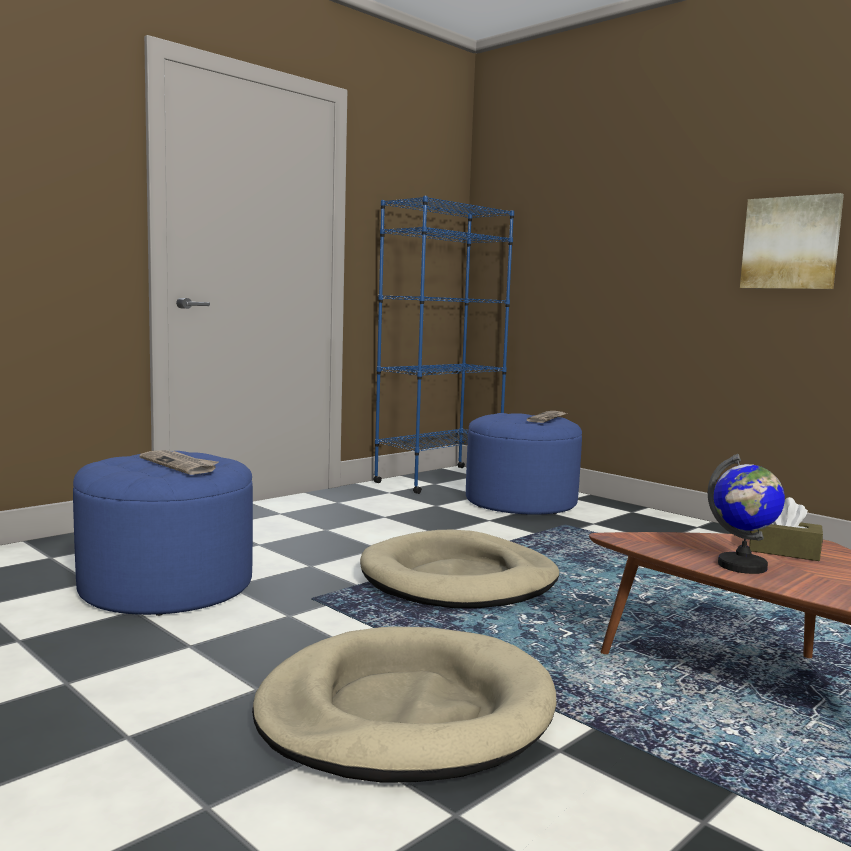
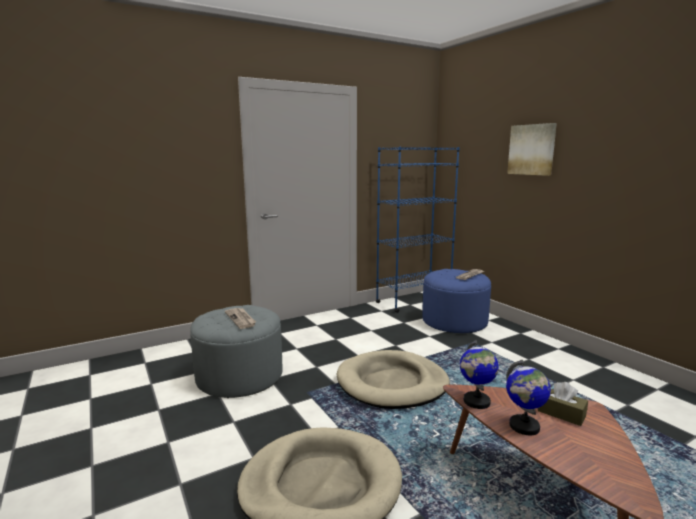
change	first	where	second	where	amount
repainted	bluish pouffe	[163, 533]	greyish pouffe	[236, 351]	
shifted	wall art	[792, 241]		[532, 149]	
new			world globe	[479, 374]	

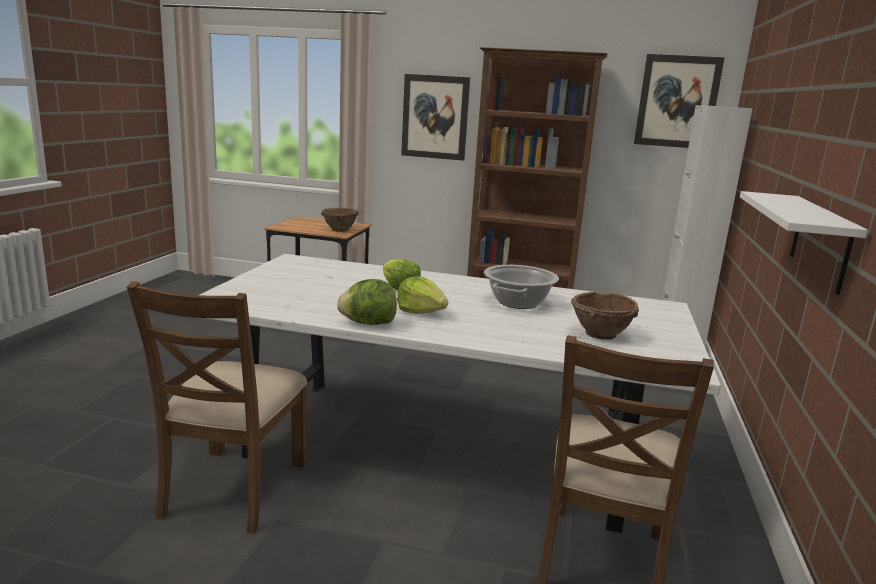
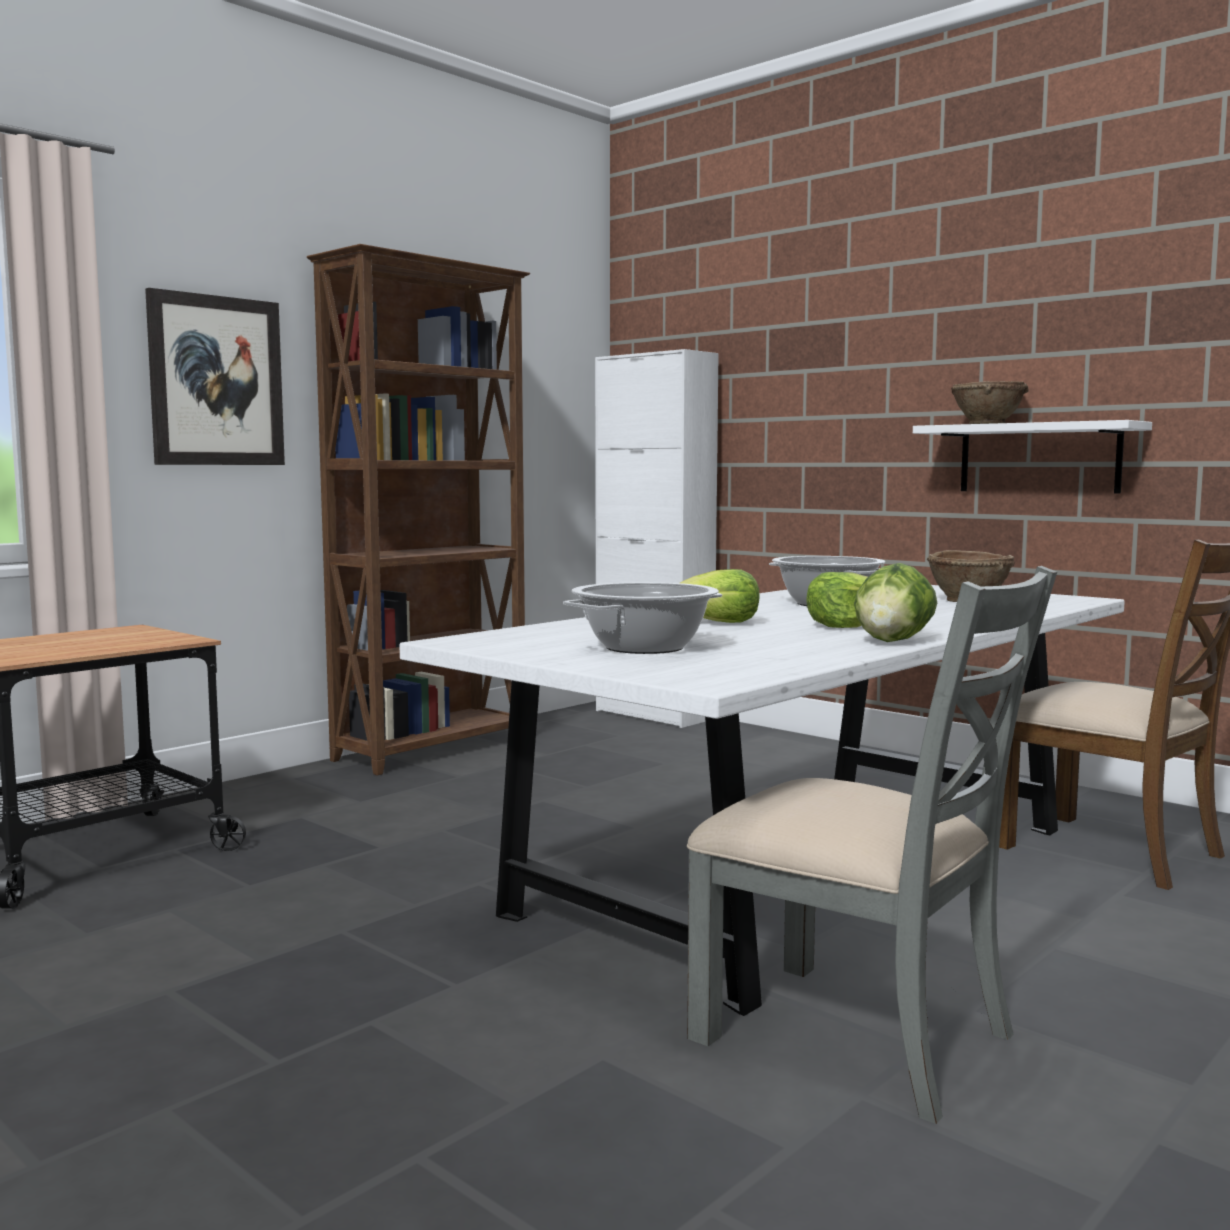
change	first	where	second	where	amount
repainted	brown-coloured plain chair	[217, 408]	greyish plain chair	[872, 845]	
shifted	brown-coloured serving bowl	[340, 220]		[990, 402]	
gone	wall art	[679, 101]			
new			stockpot	[642, 618]	

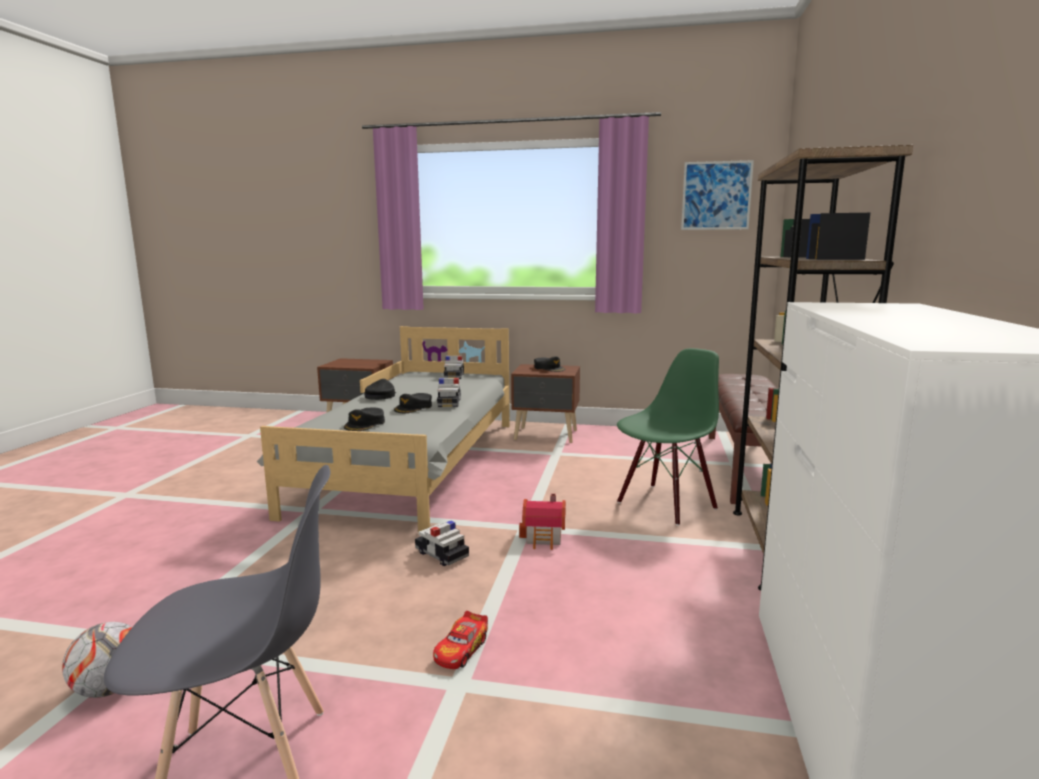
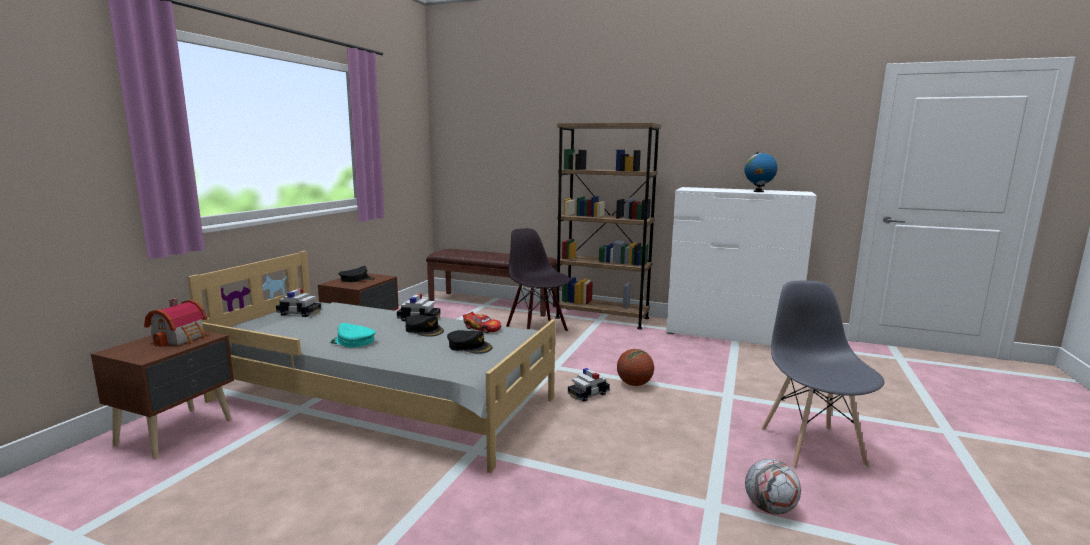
change	first	where	second	where	amount
repainted	blackish baseball cap	[380, 389]	blue-green baseball cap	[353, 335]	
shifted	toy car	[460, 640]		[482, 322]	
shifted	toy house	[542, 521]		[175, 322]	
repainted	green plain chair	[668, 437]	blackish plain chair	[538, 280]	
gone	wall art	[717, 195]			
new			ball for basketball	[635, 367]	
new			world globe	[761, 172]	

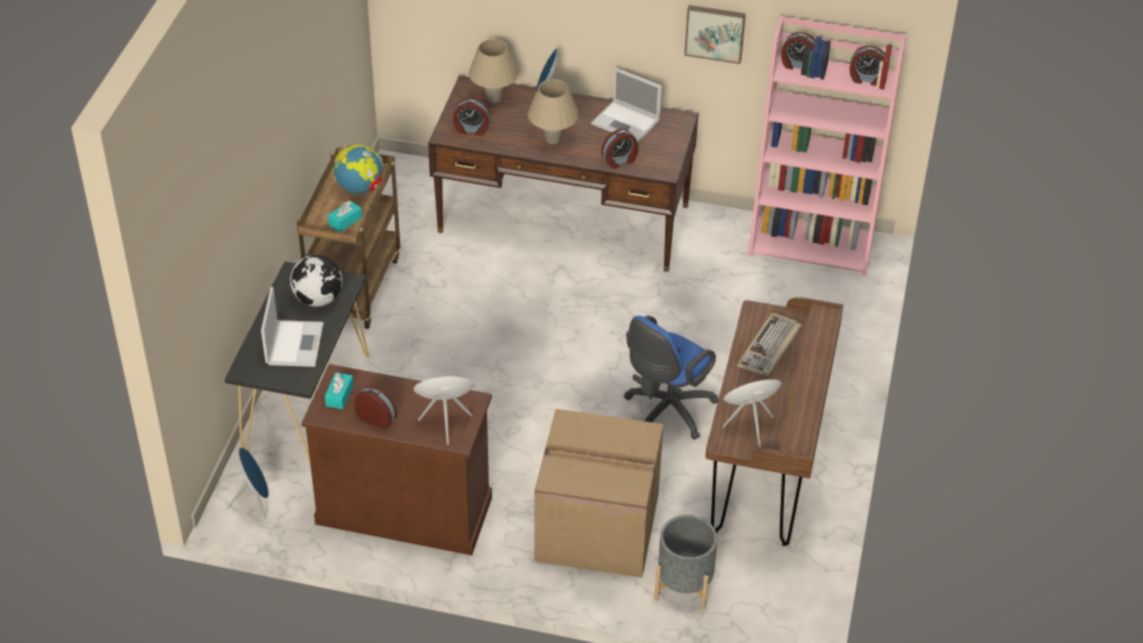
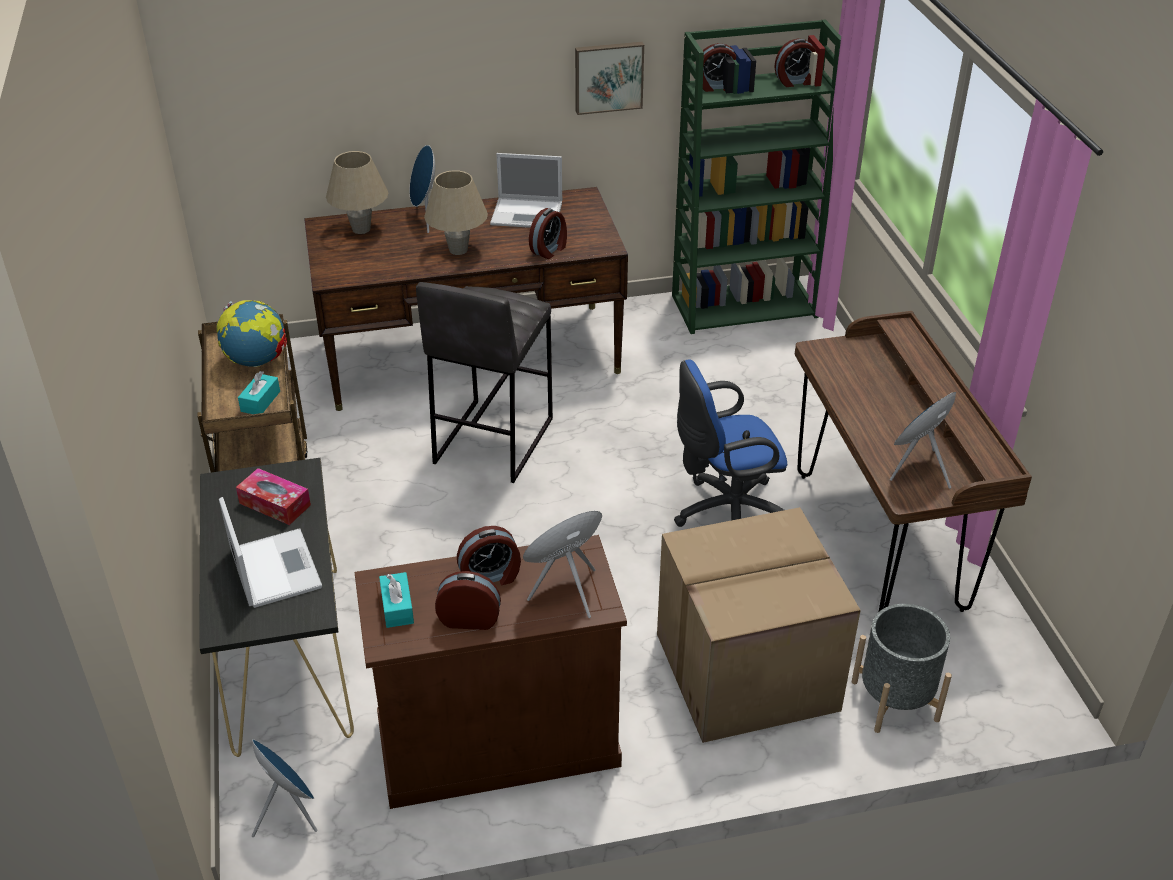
change	first	where	second	where	amount
swapped	world globe	[316, 281]	box of tissues	[273, 496]	
shifted	bedside clock	[471, 117]		[489, 555]	
rotated	bluish computer chair	[671, 378]		[730, 443]	60 degrees clockwise
gone	PC keyboard	[769, 344]			
repainted	pink-coloured bookcase	[827, 146]	green bookcase	[756, 176]	
new			greyish stool seat	[484, 382]	

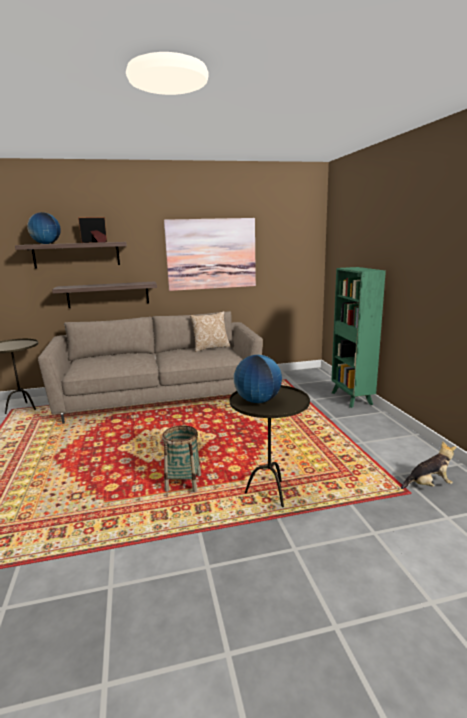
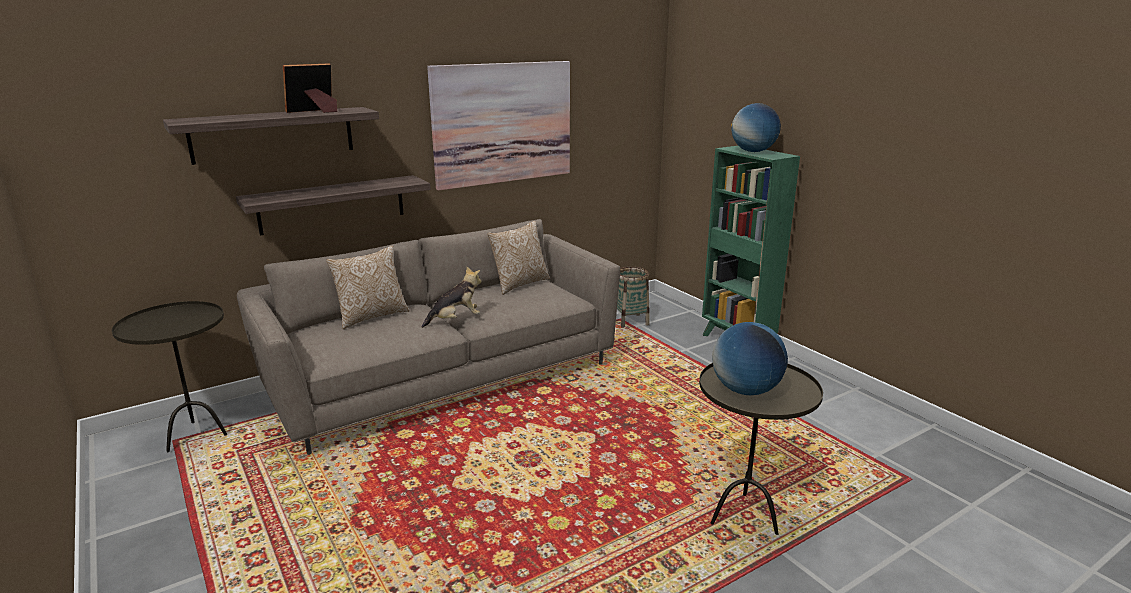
change	first	where	second	where	amount
shifted	world globe	[44, 228]		[756, 127]	
shifted	basket	[181, 458]		[633, 297]	
shifted	cuddly toy	[428, 465]		[452, 297]	
new			pillow	[368, 287]	

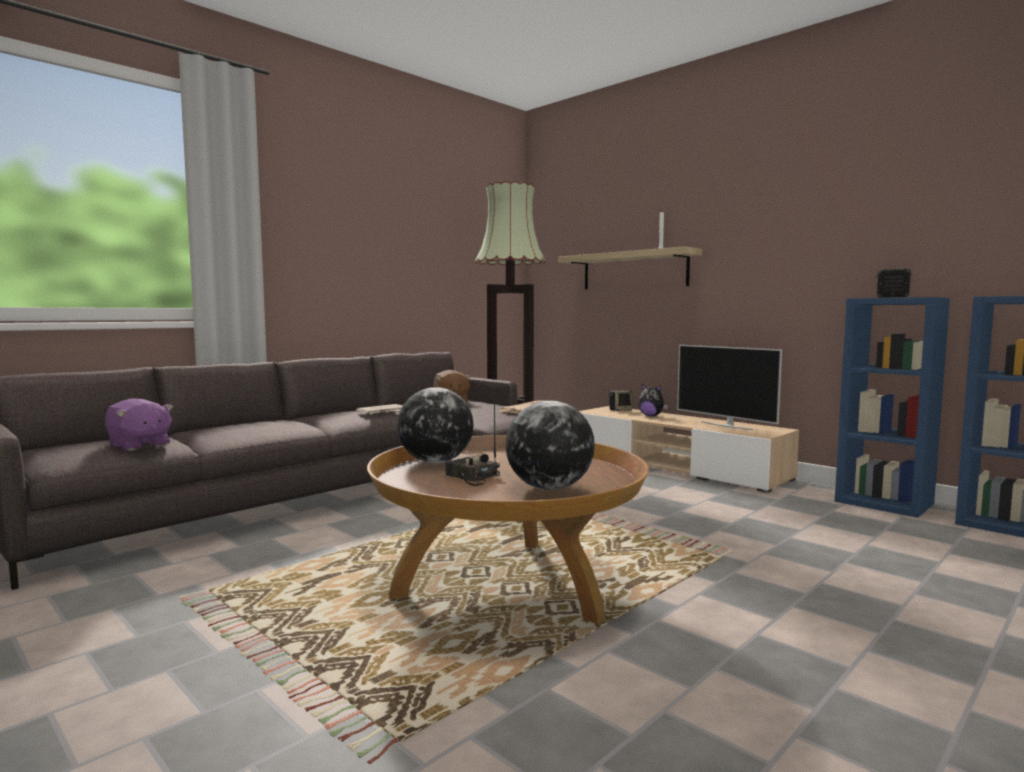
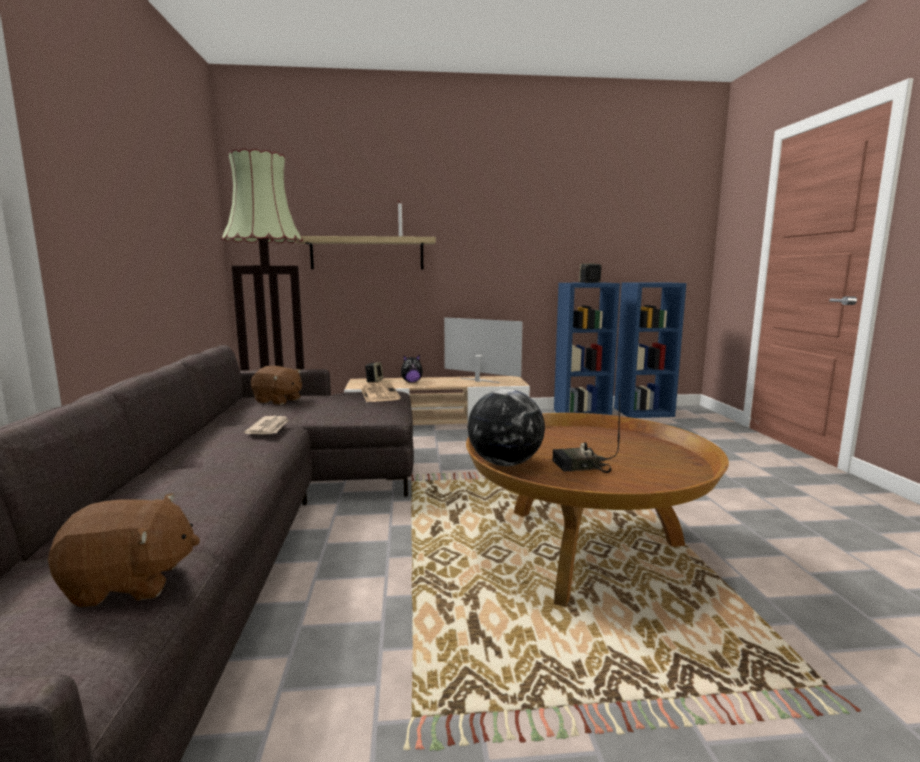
change	first	where	second	where	amount
repainted	purple-coloured cuddly toy	[139, 424]	brown-coloured cuddly toy	[124, 550]	
gone	world globe	[550, 445]			
rotated	television	[729, 387]		[483, 350]	150 degrees counterclockwise

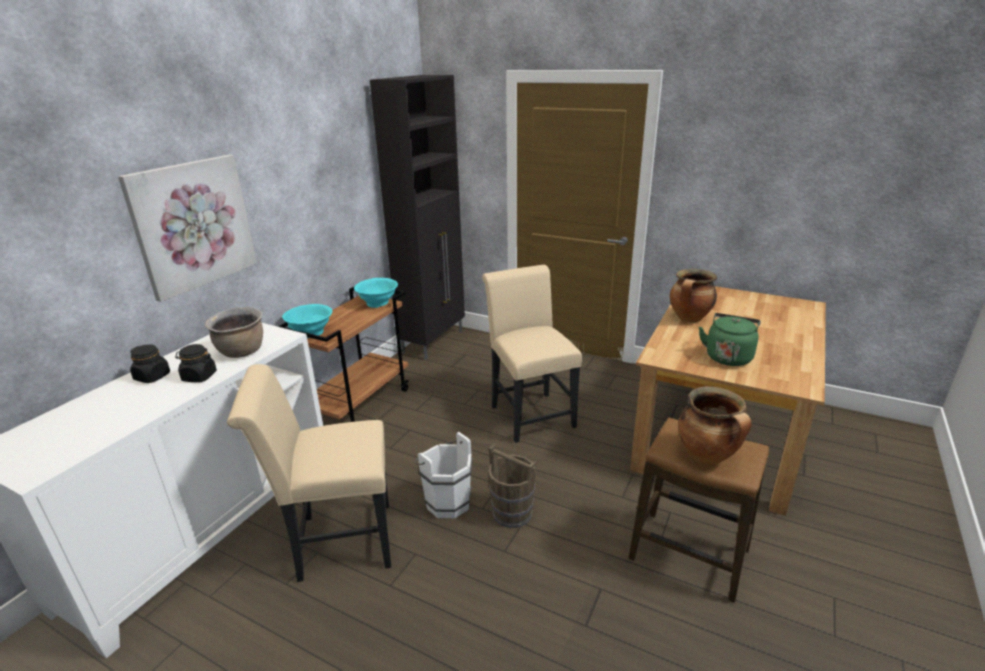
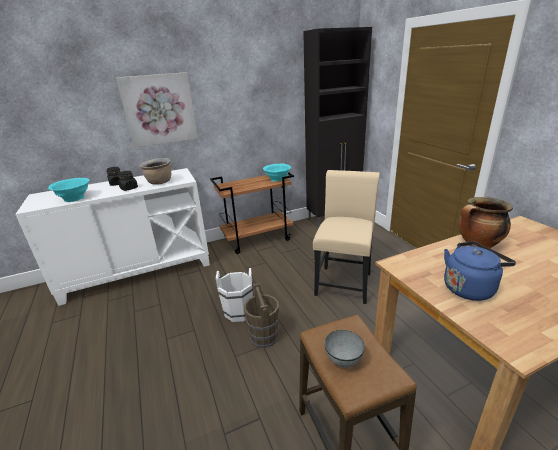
change	first	where	second	where	amount
gone	sand-coloured plain chair	[309, 473]			
shifted	blue-green serving bowl	[307, 321]		[68, 190]	
swapped	stockpot	[715, 425]	greyish serving bowl	[344, 349]	
repainted	green water kettle	[730, 339]	bluish water kettle	[480, 271]	

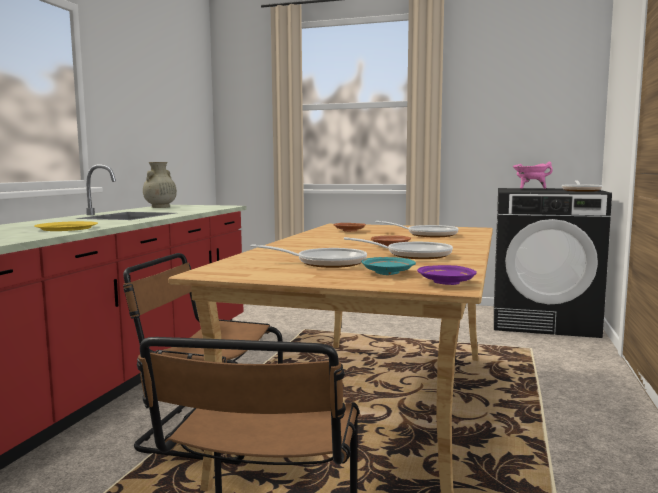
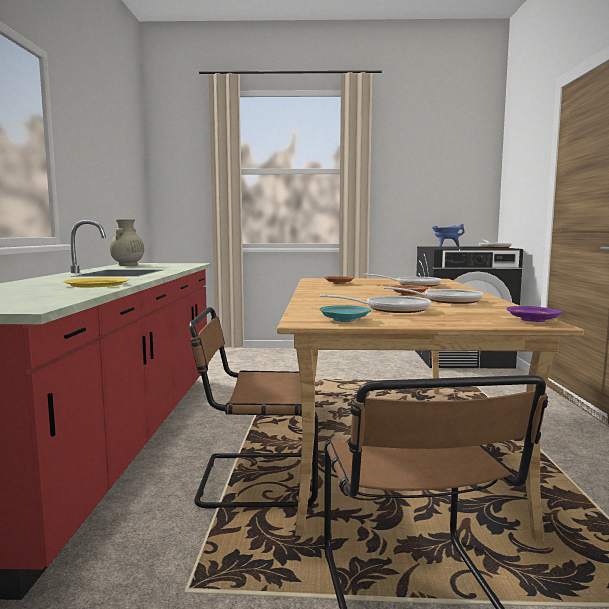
change	first	where	second	where	amount
shifted	blue-green dinner plate	[388, 266]		[345, 313]	
repainted	pink-coloured stockpot	[533, 175]	bluish stockpot	[448, 235]	

